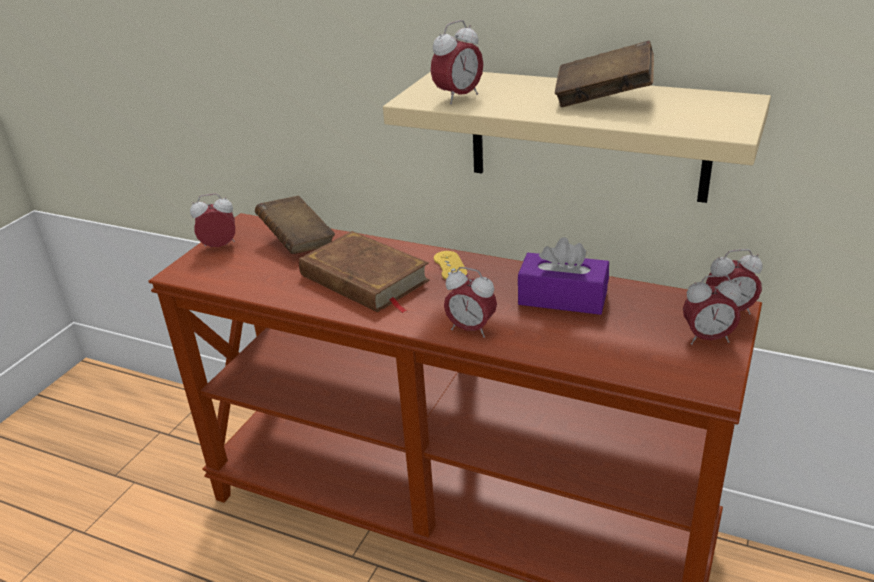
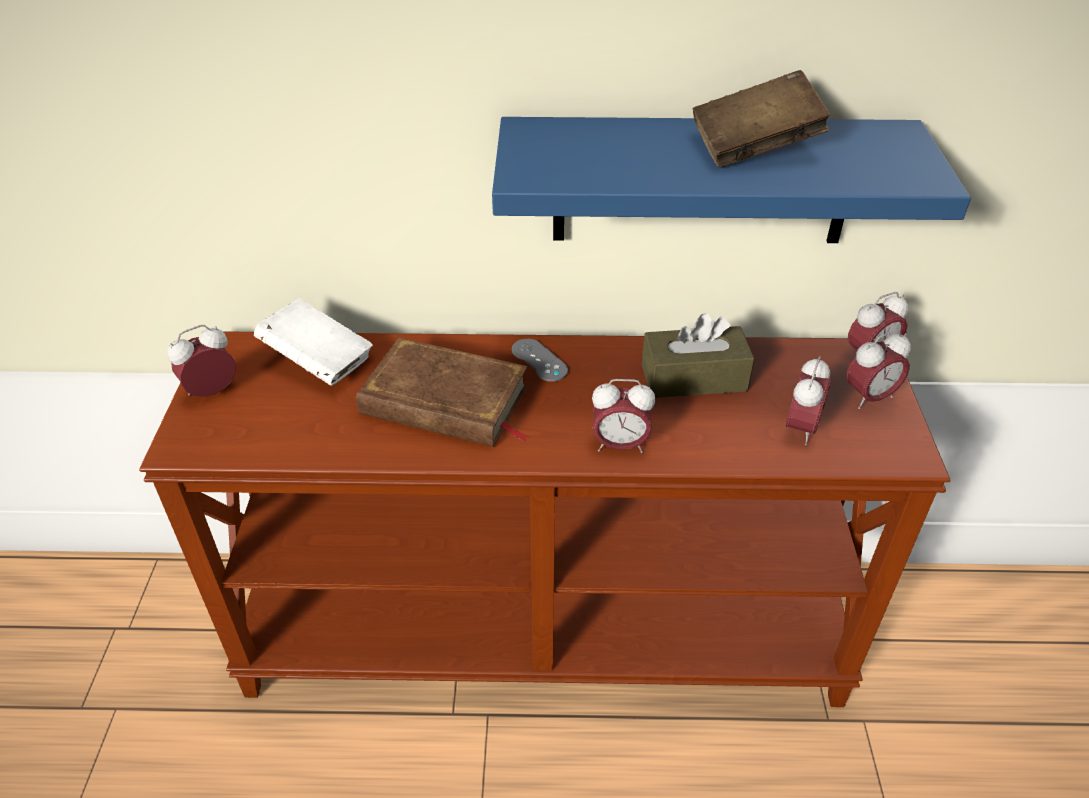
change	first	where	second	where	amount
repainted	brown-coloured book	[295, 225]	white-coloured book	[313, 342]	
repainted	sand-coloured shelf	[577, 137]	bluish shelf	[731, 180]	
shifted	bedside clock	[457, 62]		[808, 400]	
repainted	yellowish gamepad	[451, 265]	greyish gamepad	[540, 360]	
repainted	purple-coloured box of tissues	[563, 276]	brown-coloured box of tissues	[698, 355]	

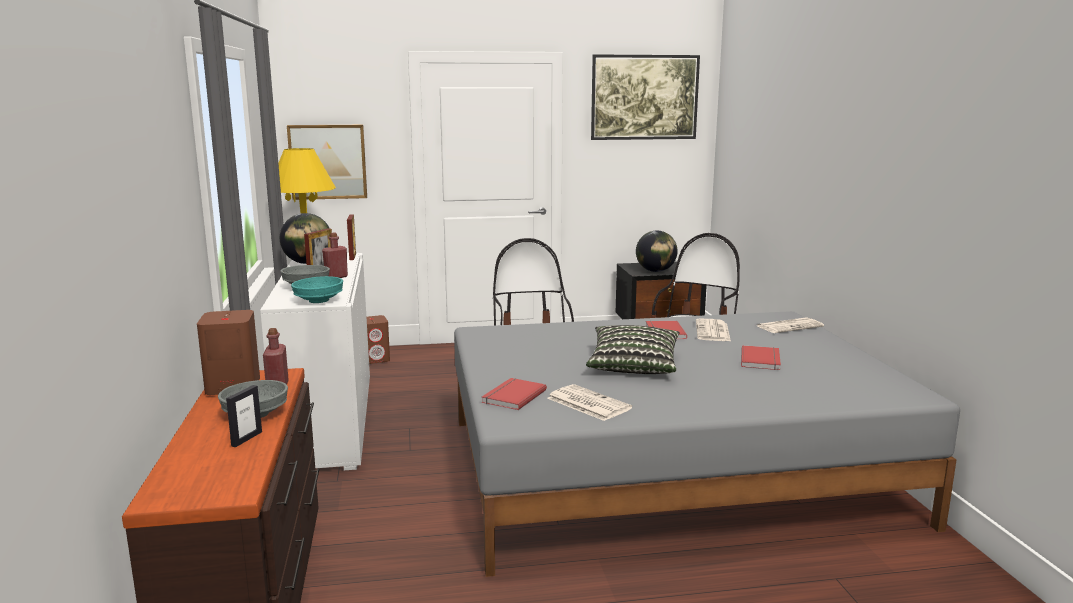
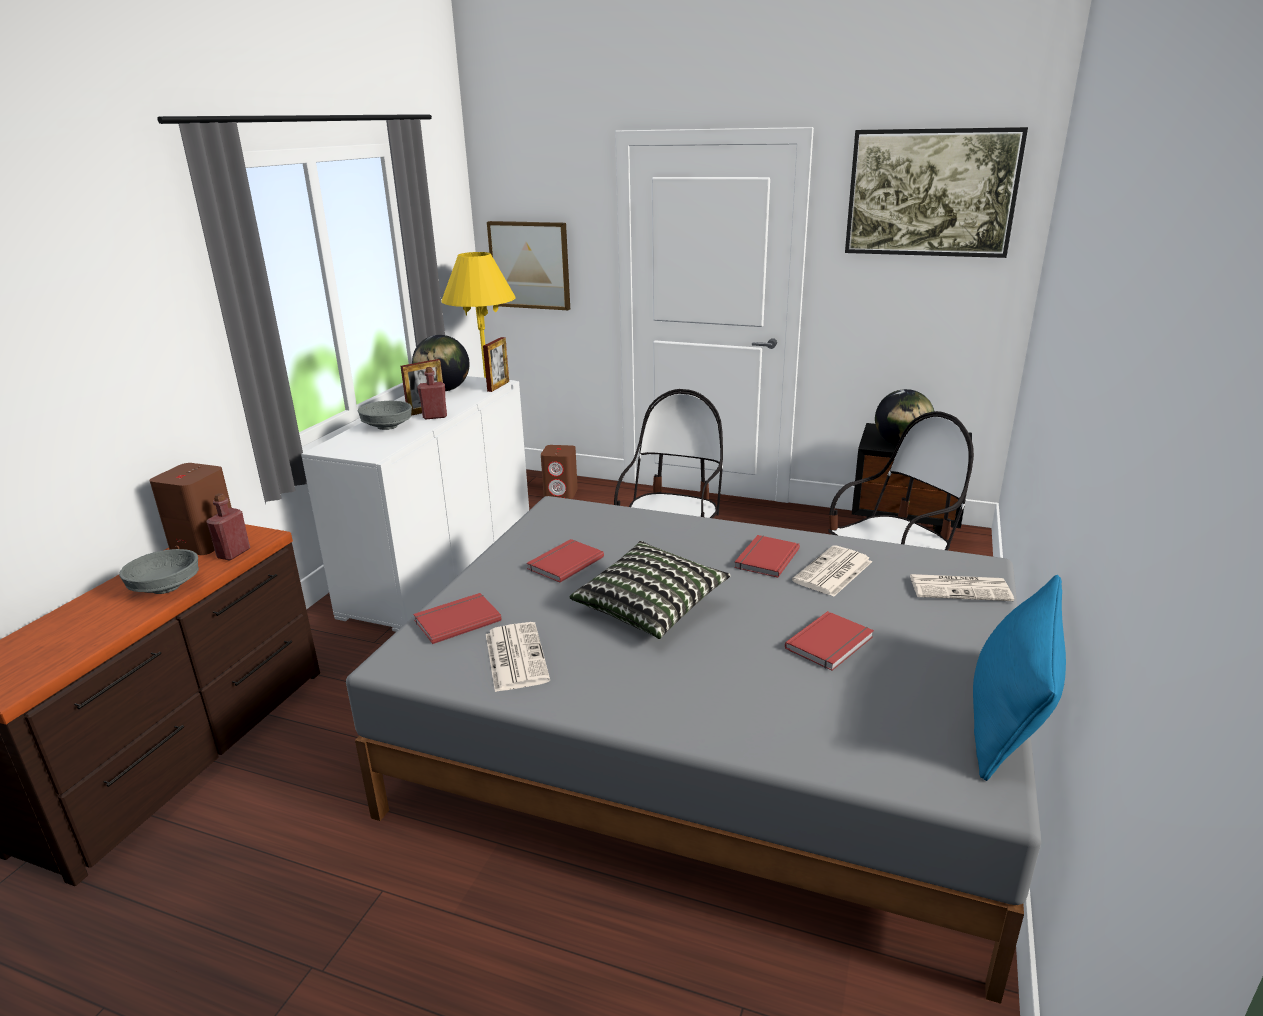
change	first	where	second	where	amount
gone	picture frame	[244, 416]			
gone	blue-green serving bowl	[317, 289]			
new			red book	[565, 561]	
new			bluish pillow	[1019, 678]	

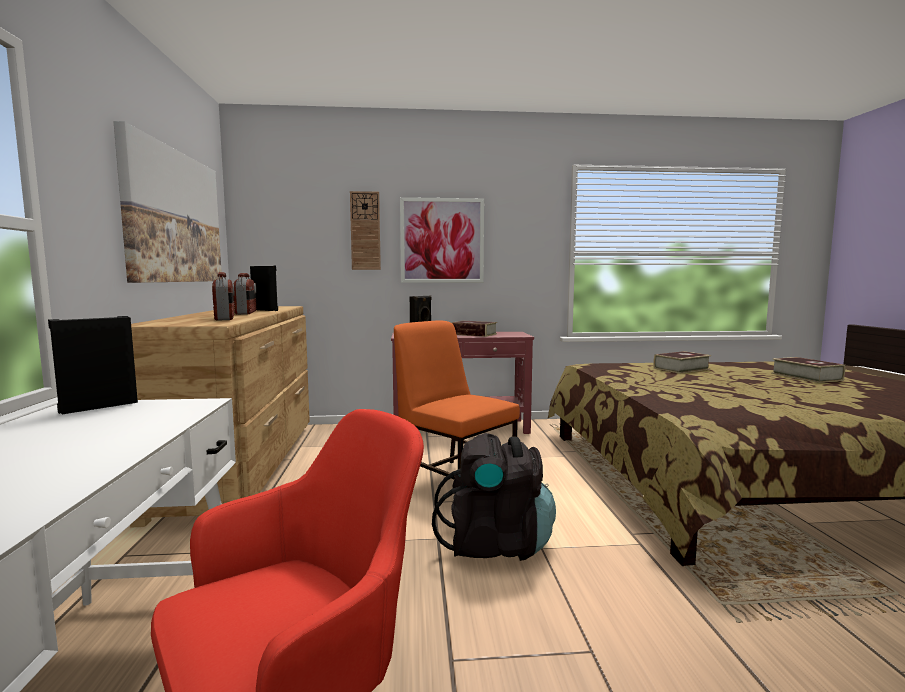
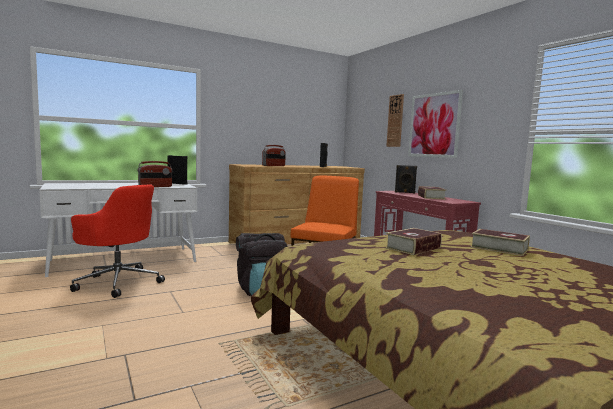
change	first	where	second	where	amount
gone	wall art	[167, 202]			
shifted	radio set	[245, 294]		[154, 174]	
shifted	book	[808, 370]		[413, 241]	

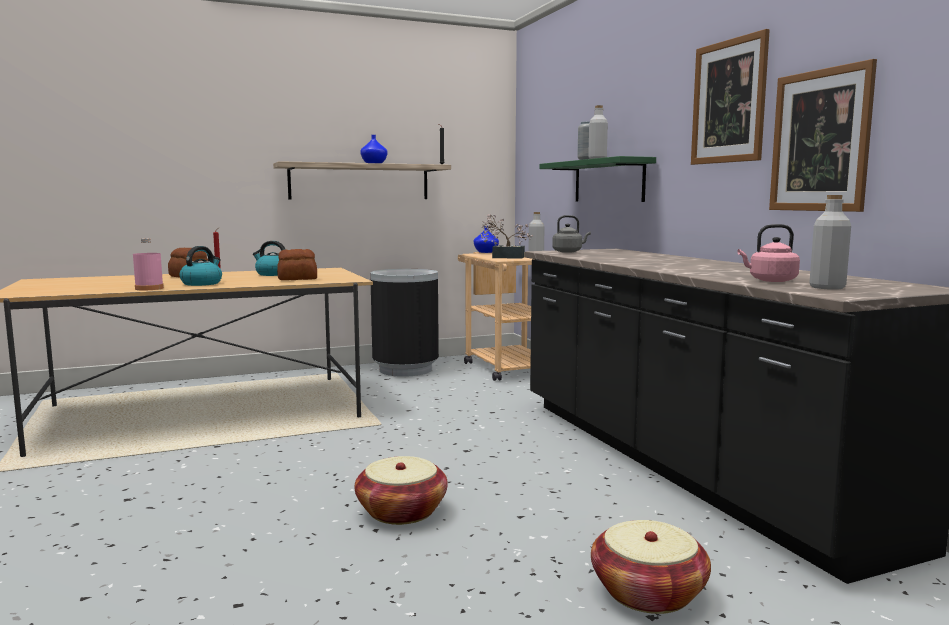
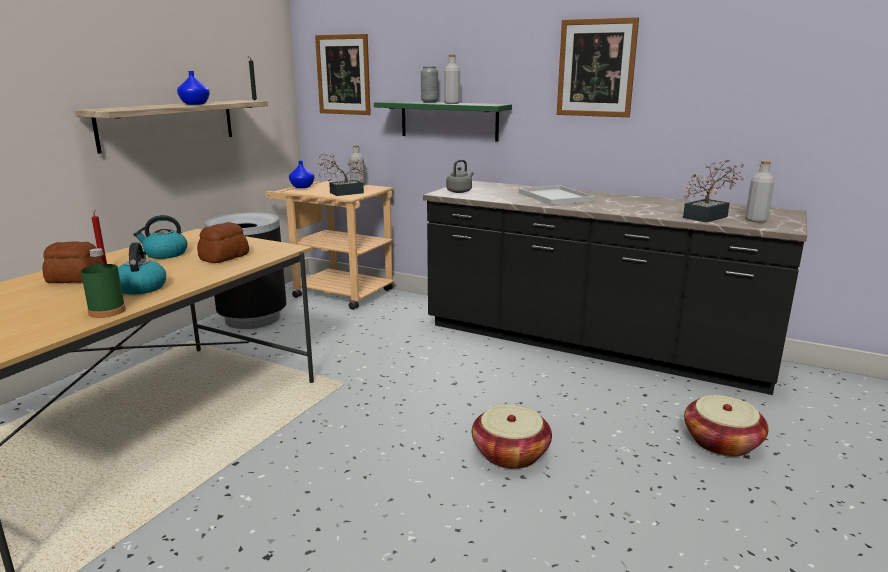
change	first	where	second	where	amount
repainted	pink-coloured beverage bottle	[148, 264]	green beverage bottle	[103, 283]	
swapped	pink-coloured water kettle	[768, 253]	potted plant	[713, 191]	
shifted	wall art	[823, 135]		[343, 74]	
new			white-coloured serving tray	[557, 195]	

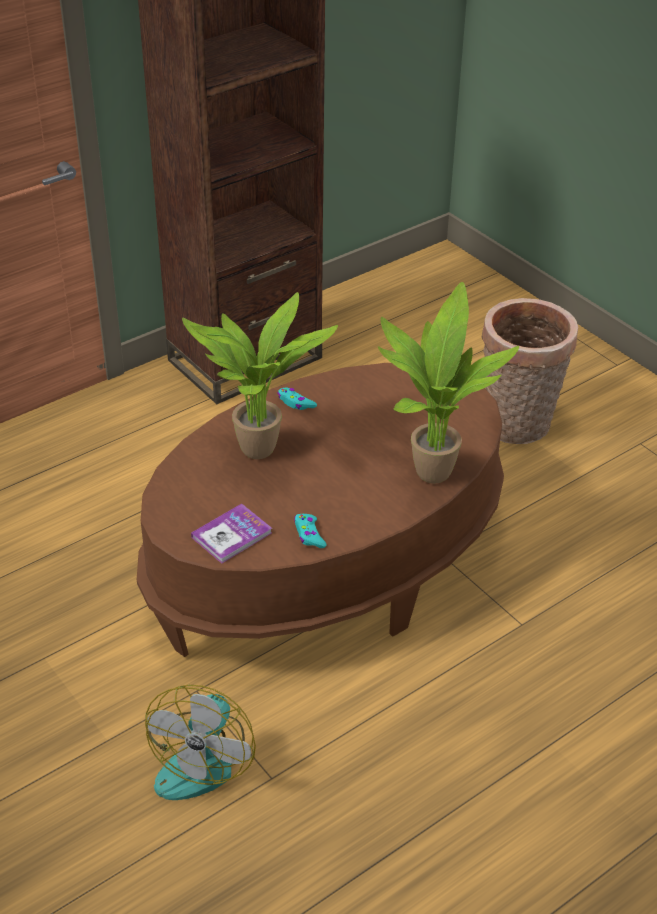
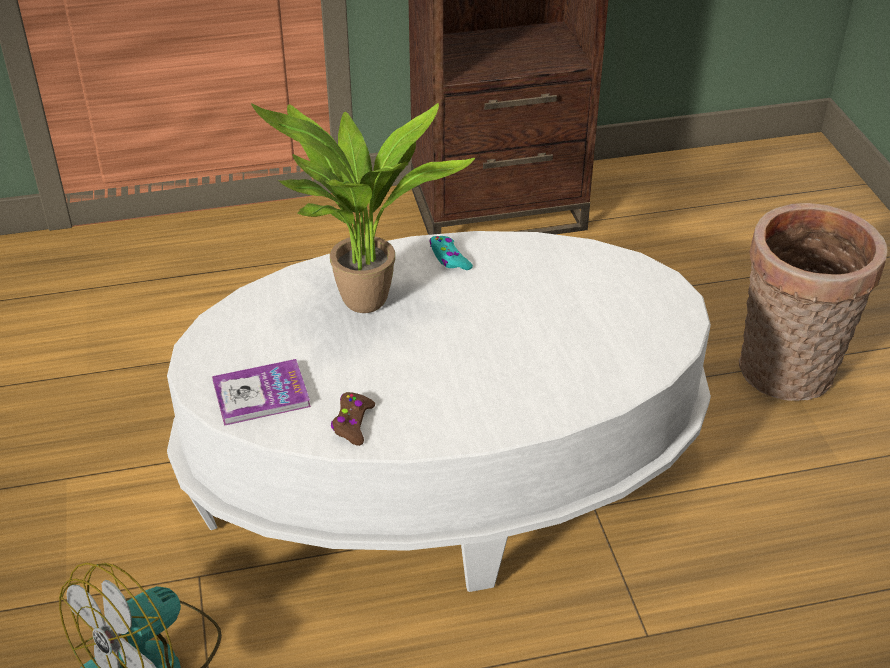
change	first	where	second	where	amount
repainted	brown-coloured coffee table	[320, 510]	white-coloured coffee table	[439, 411]	
repainted	blue-green gamepad	[310, 531]	brown-coloured gamepad	[353, 419]	
gone	potted plant	[448, 383]			

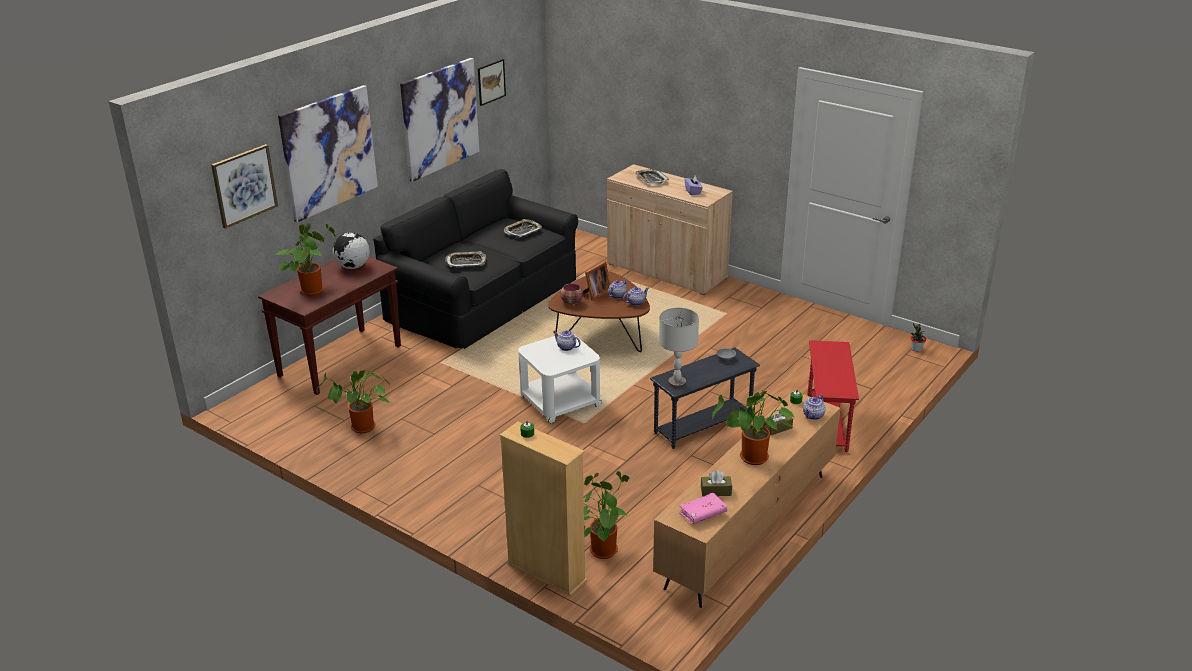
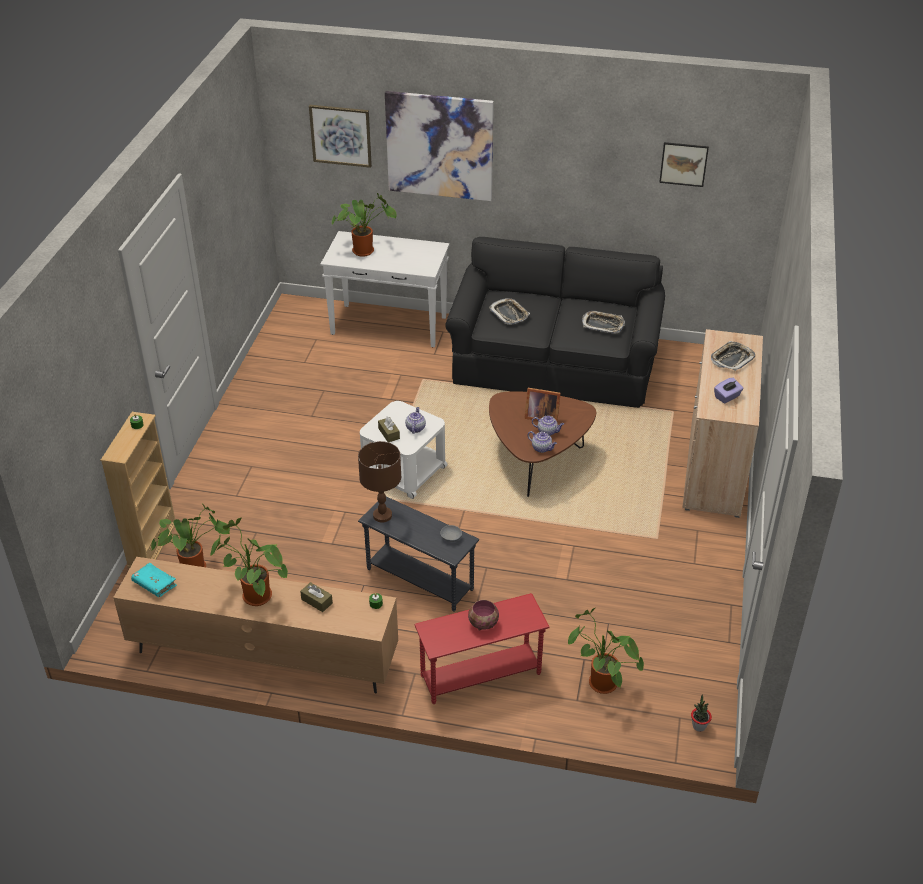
change	first	where	second	where	amount
repainted	brown-coloured hall table	[329, 326]	white-coloured hall table	[384, 289]	
shifted	potted plant	[353, 401]		[606, 651]	
gone	world globe	[351, 250]			
gone	wall art	[439, 120]			
shifted	serving bowl	[571, 294]		[483, 615]	
repainted	greyish lamp for a table	[679, 348]	brown-coloured lamp for a table	[379, 482]	
repainted	pink-coloured book	[703, 508]	blue-green book	[154, 580]	
shifted	brown-coloured box of tissues	[716, 483]		[389, 429]	
gone	pot for tea	[814, 407]			

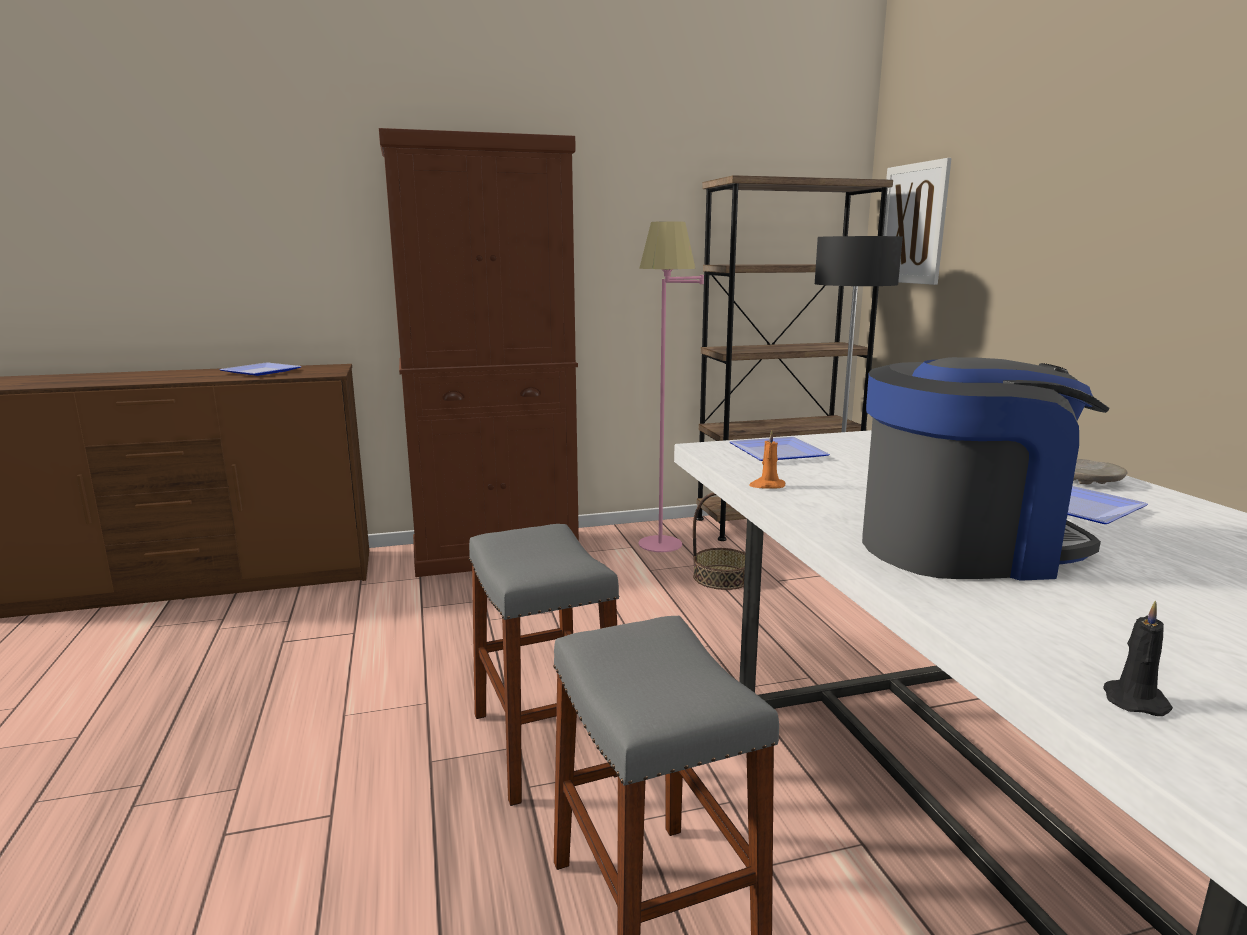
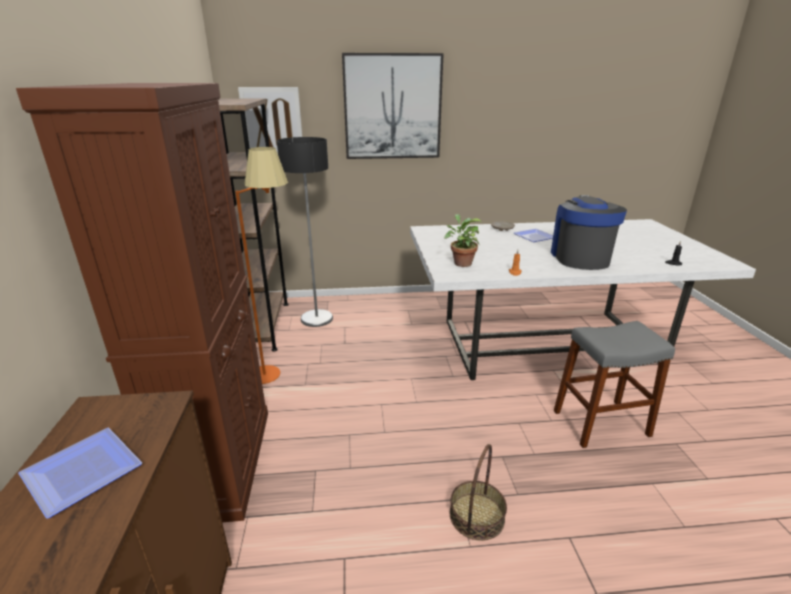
change	first	where	second	where	amount
gone	greyish stool seat	[544, 665]			
repainted	pink-coloured standard lamp	[671, 386]	orange standard lamp	[261, 265]	
shifted	basket	[719, 541]		[478, 492]	
swapped	dinner plate	[780, 449]	potted plant	[462, 240]	
new			wall art	[393, 106]	

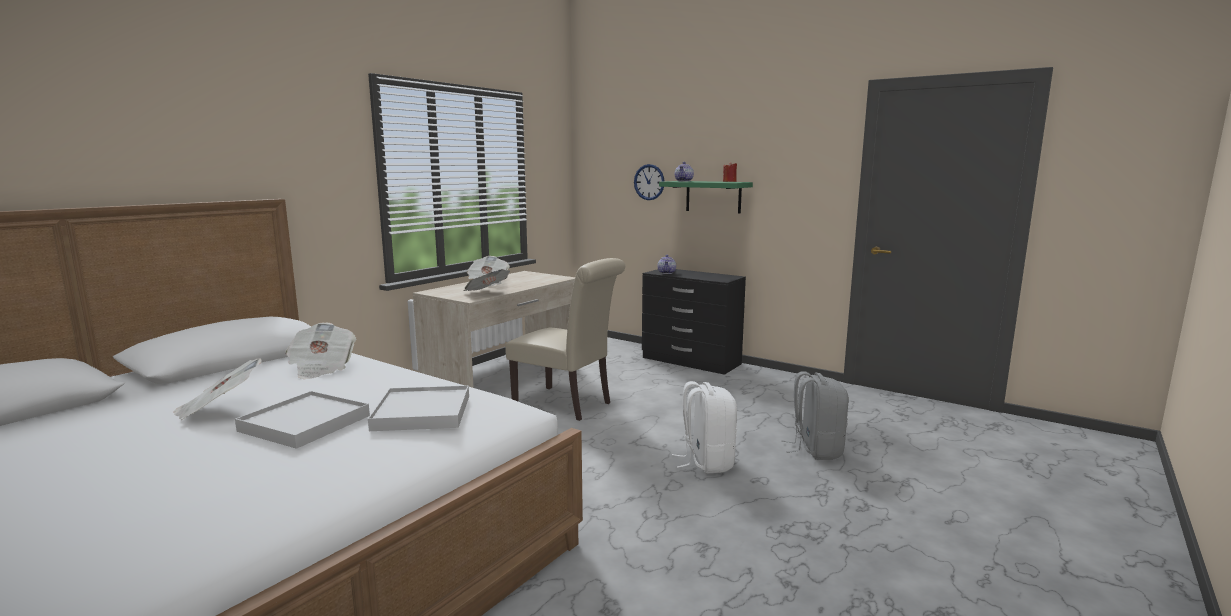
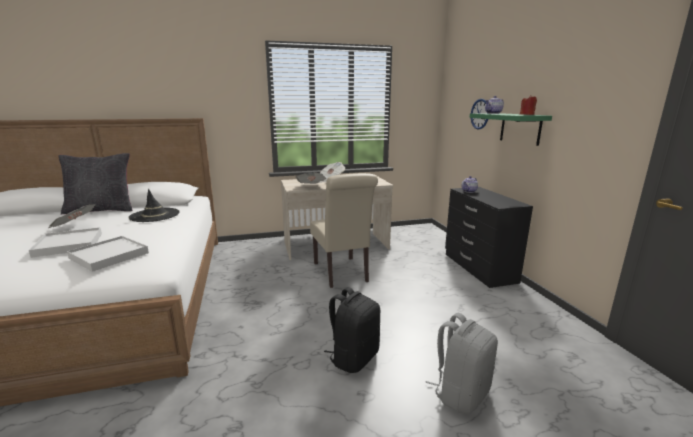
change	first	where	second	where	amount
swapped	newspaper	[320, 351]	blackish wearable hat	[154, 205]	
repainted	white-coloured knapsack	[704, 427]	blackish knapsack	[352, 330]	
new			blackish pillow	[95, 183]	

